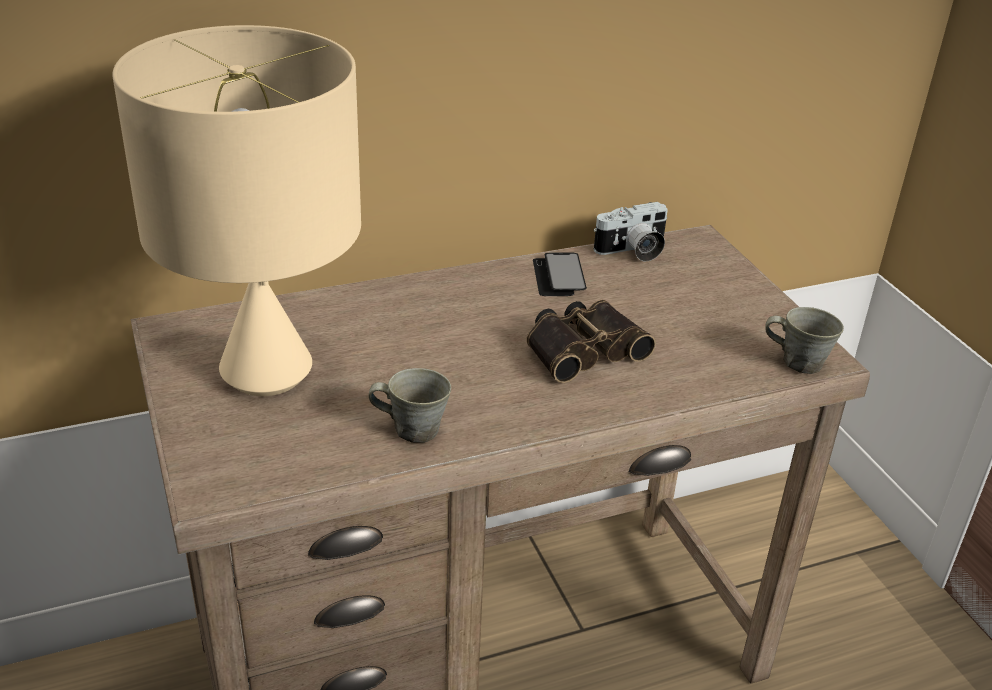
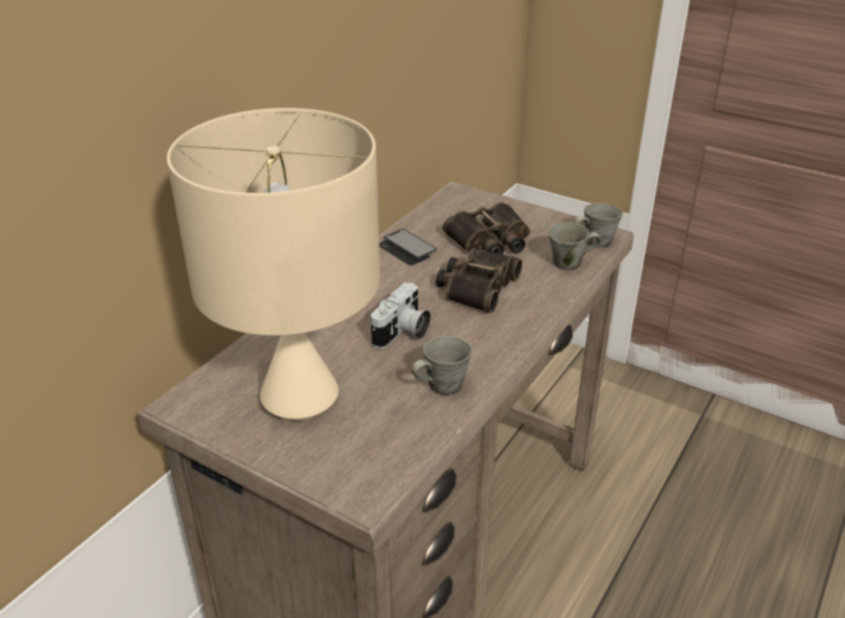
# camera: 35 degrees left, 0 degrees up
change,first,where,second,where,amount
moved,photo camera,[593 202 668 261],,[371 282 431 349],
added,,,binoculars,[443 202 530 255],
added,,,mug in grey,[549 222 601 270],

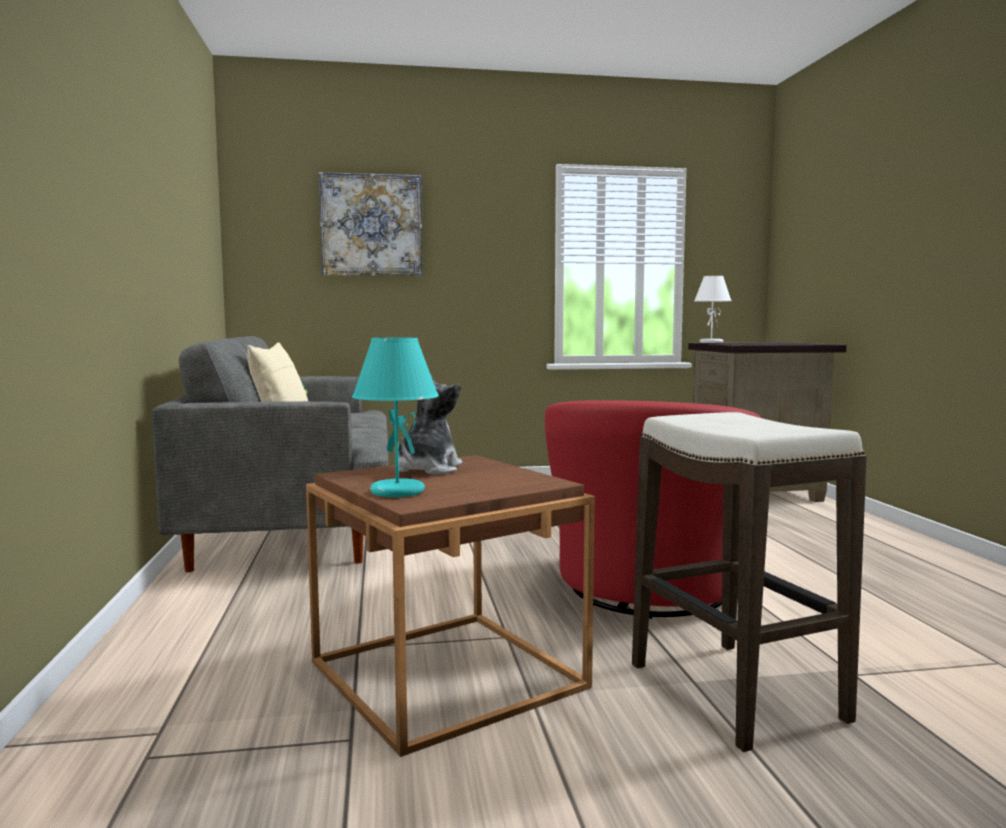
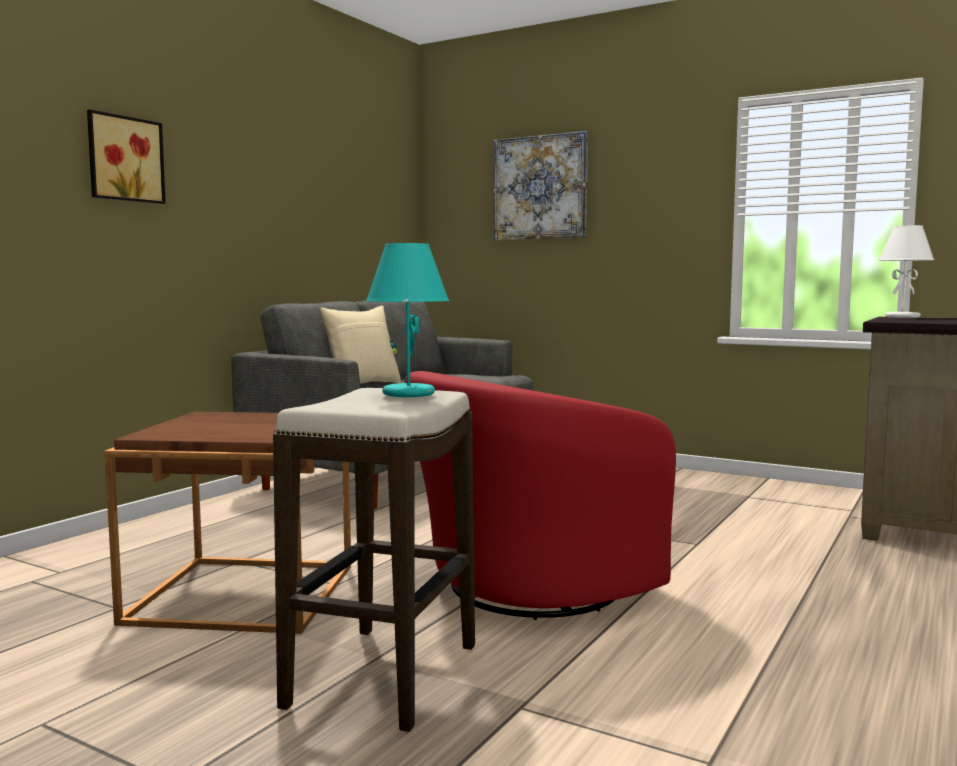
# camera: 40 degrees right, 0 degrees up
change,first,where,second,where,amount
moved,table lamp in turquoise,[352 338 439 497],,[366 243 449 397],
removed,plush toy,[399 374 462 475],,,
added,,,picture,[87 109 166 204],

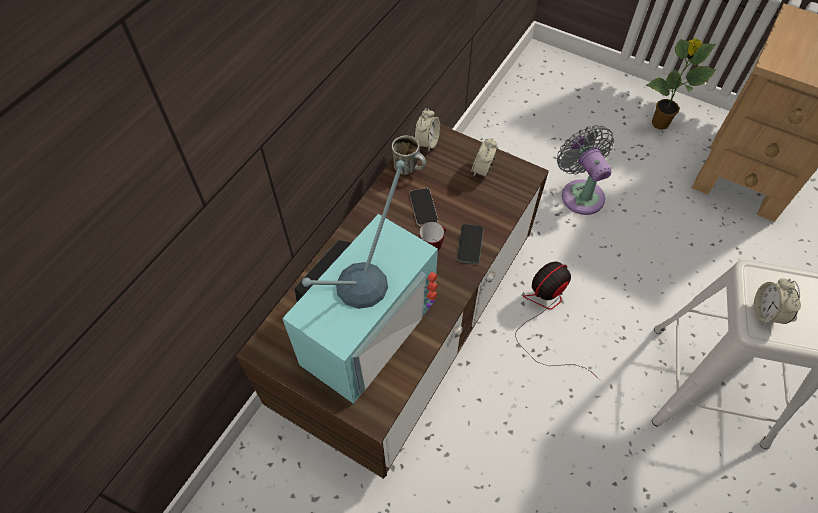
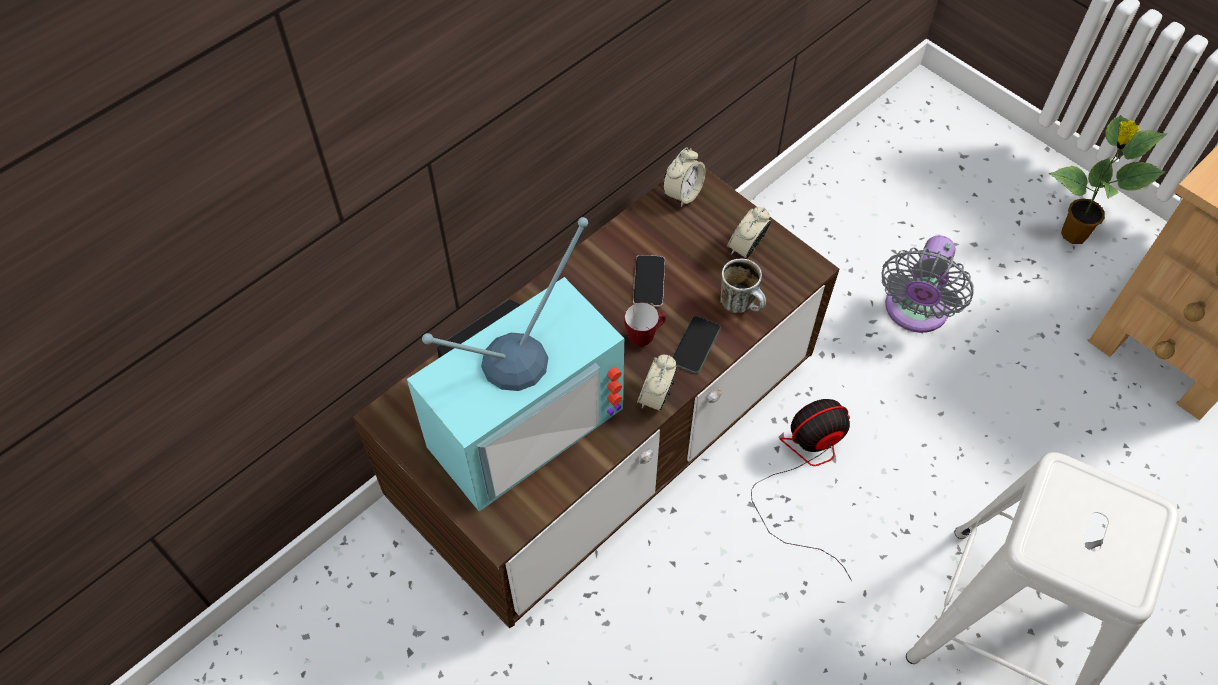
# camera: 15 degrees right, 0 degrees up
change,first,where,second,where,amount
turned,fan in grey,[557 125 614 215],,[882 235 974 333],150 degrees counterclockwise
moved,mug,[392 135 426 175],,[720 258 766 313],
moved,alarm clock,[754 278 801 325],,[637 355 678 411],

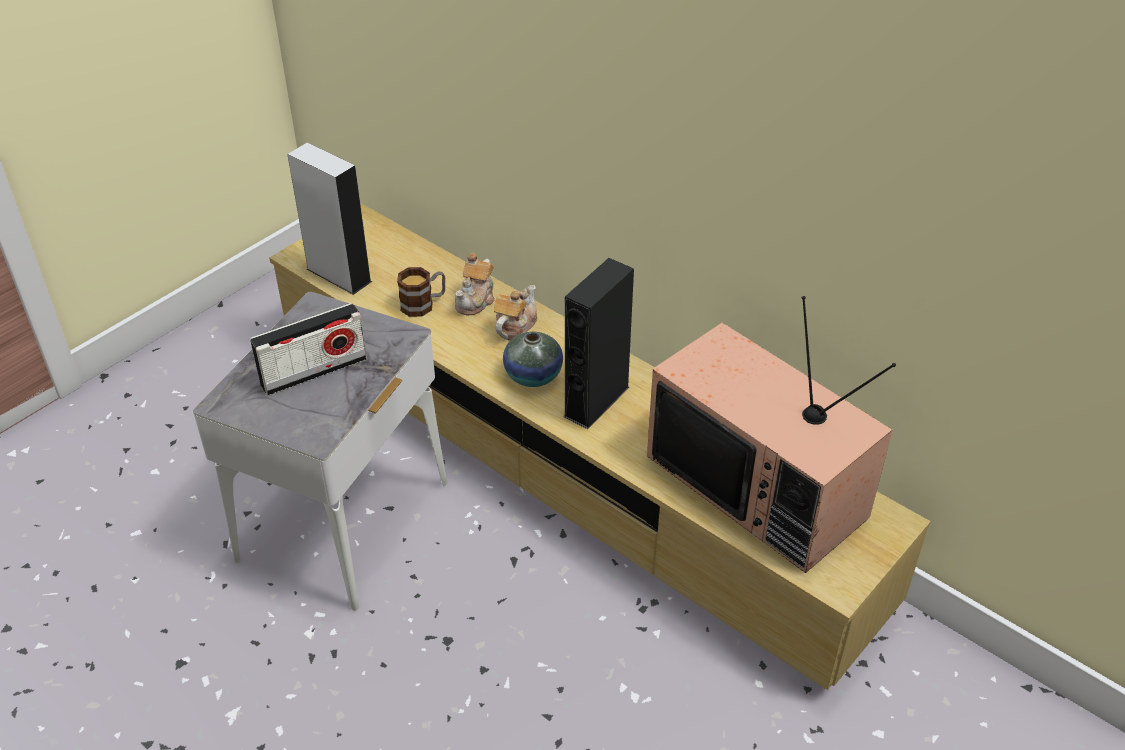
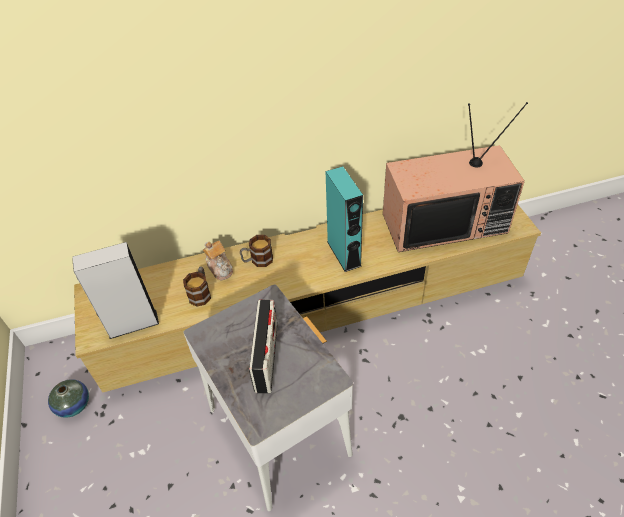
# camera: 55 degrees left, 5 degrees up
change,first,where,second,where,amount
recoloured,speaker in black,[563 258 634 429],speaker in turquoise,[326 166 363 272],
replaced,teapot,[494 285 537 341],mug,[240 235 273 267],
moved,vase,[503 332 563 387],,[48 379 89 418],

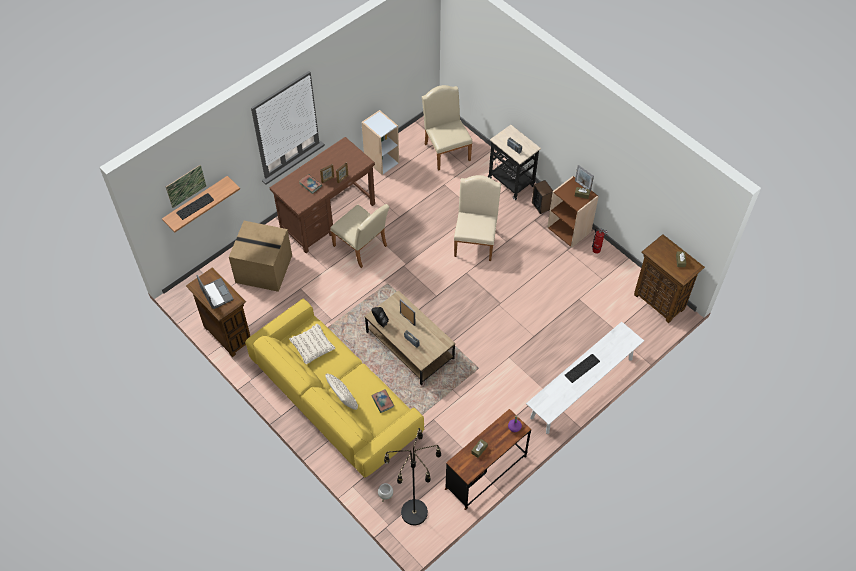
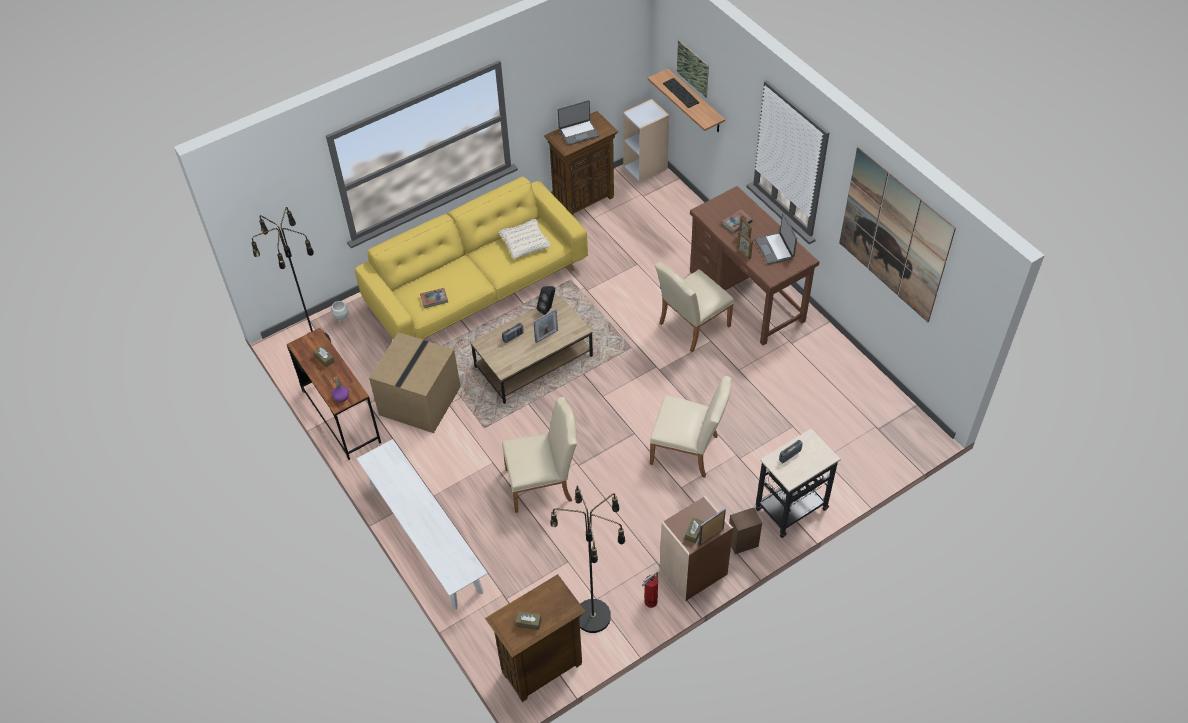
# camera: 100 degrees right, 5 degrees down
change,first,where,second,where,amount
moved,chair in beige,[422 85 473 171],,[502 397 577 513],
moved,bookcase,[362 110 399 175],,[623 99 669 182],
moved,cardboard box,[229 221 292 292],,[369 332 461 433],
removed,keyboard,[565 354 600 383],,,
removed,pillow in beige,[325 373 358 410],,,
added,,,picture,[839 147 956 322],
added,,,laptop,[755 213 797 265],
added,,,floor lamp,[550 486 625 633],

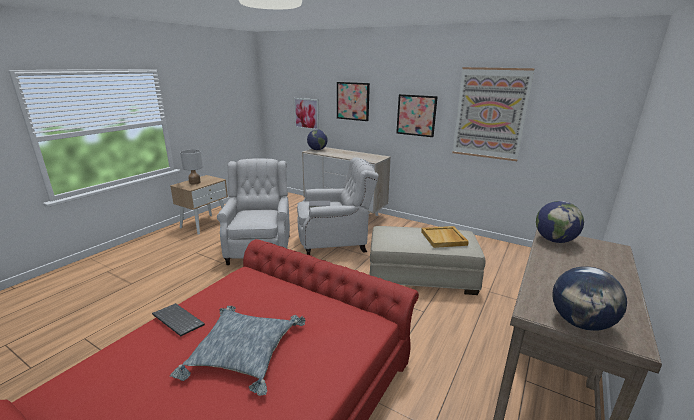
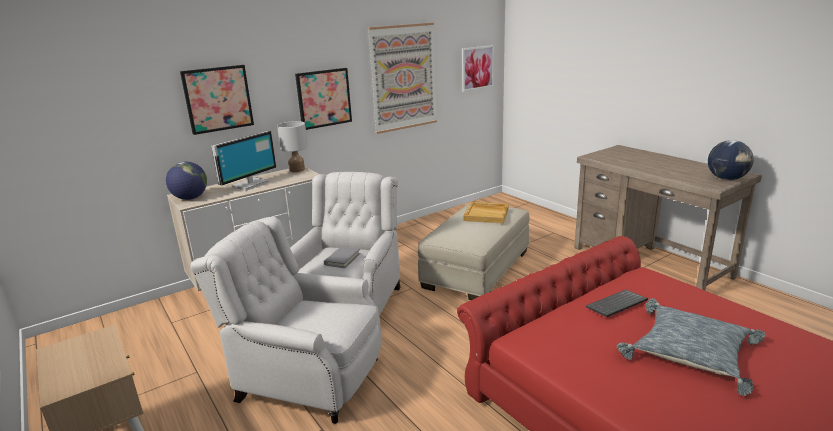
# camera: 65 degrees left, 0 degrees up
change,first,where,second,where,amount
moved,picture,[294 98 319 130],,[462 45 494 92],
moved,table lamp in grey,[180 149 203 184],,[277 121 308 172],
removed,globe,[536 201 584 243],,,
moved,keyboard,[152 303 205 336],,[586 290 648 317],
added,,,monitor,[211 131 276 191],

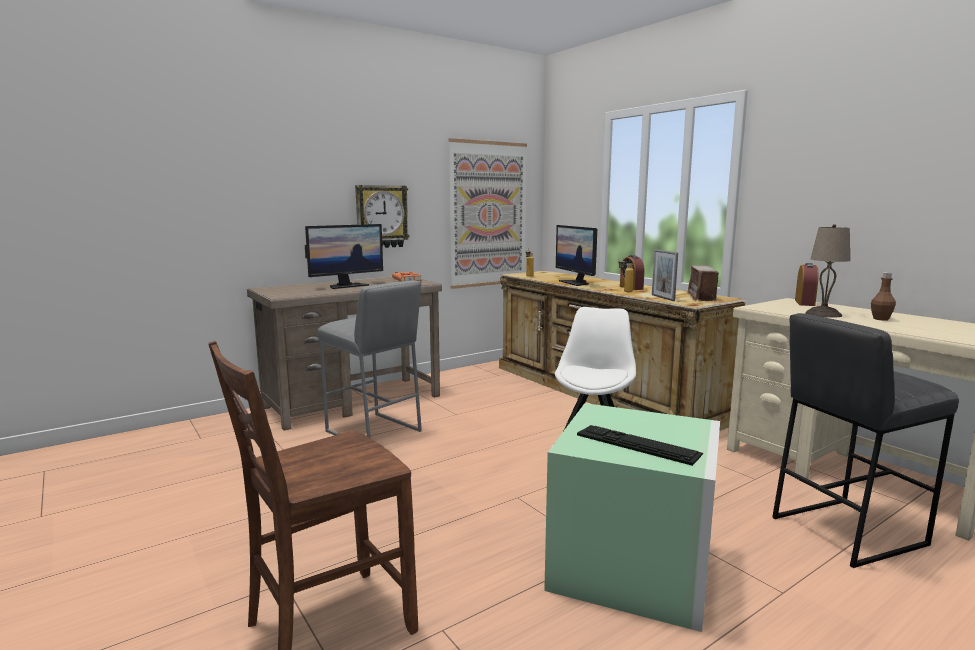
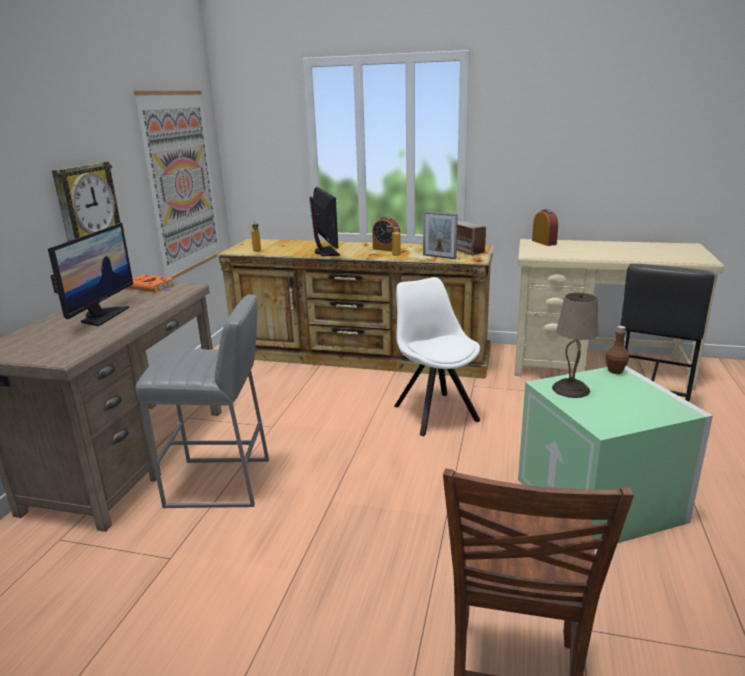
# camera: 40 degrees left, 10 degrees up
change,first,where,second,where,amount
moved,table lamp in beige,[805 224 850 318],,[552 293 598 398],
turned,monitor,[556 225 597 286],,[309 187 340 256],135 degrees counterclockwise
moved,bottle in brown,[871 273 896 321],,[606 326 629 374],
removed,keyboard,[577 425 703 466],,,

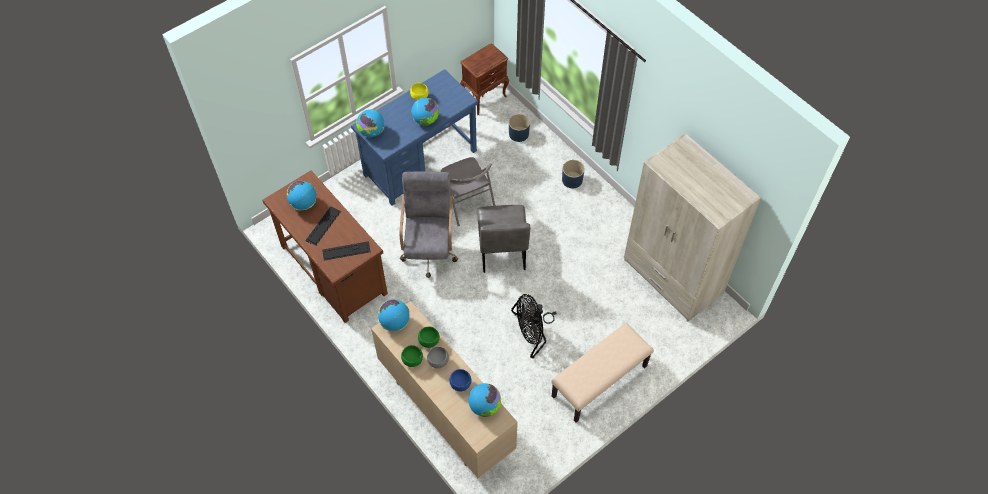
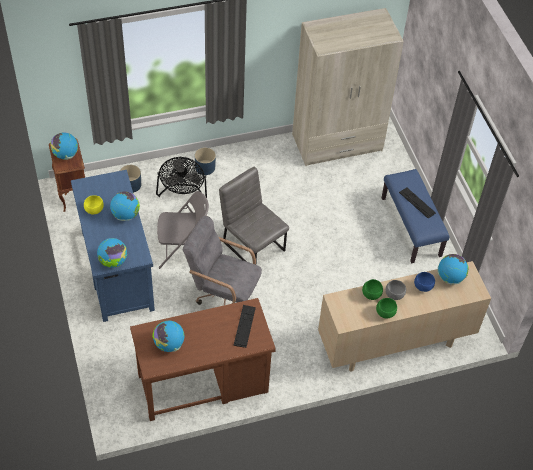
# camera: 70 degrees left, 5 degrees down
change,first,where,second,where,amount
turned,chair in grey,[477 205 530 273],,[219 166 289 262],150 degrees counterclockwise
moved,keyboard,[305 206 341 246],,[399 188 436 218],
moved,fan in black,[511 294 557 358],,[156 156 207 198],
moved,globe,[378 299 409 331],,[50 132 78 160],
recoloured,bench in beige,[551 323 654 423],bench in blue,[382 169 449 263],

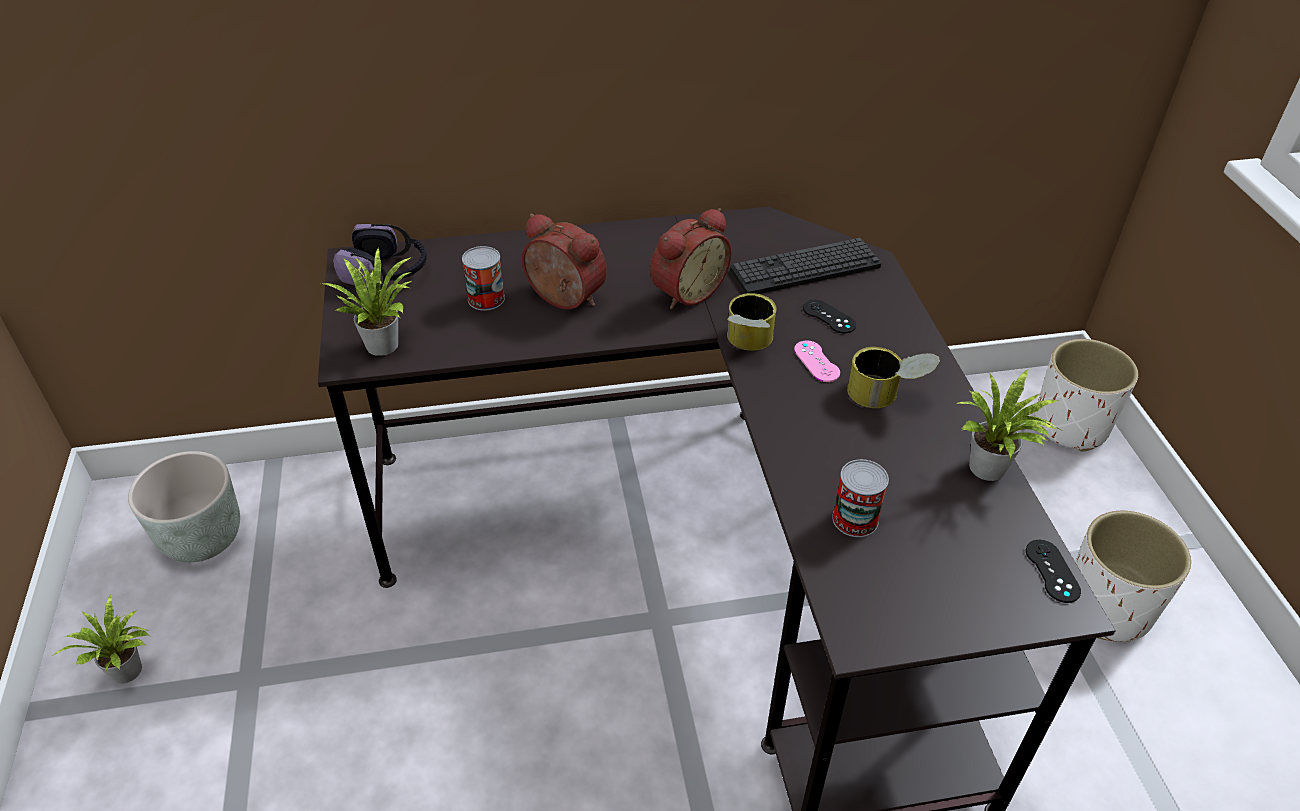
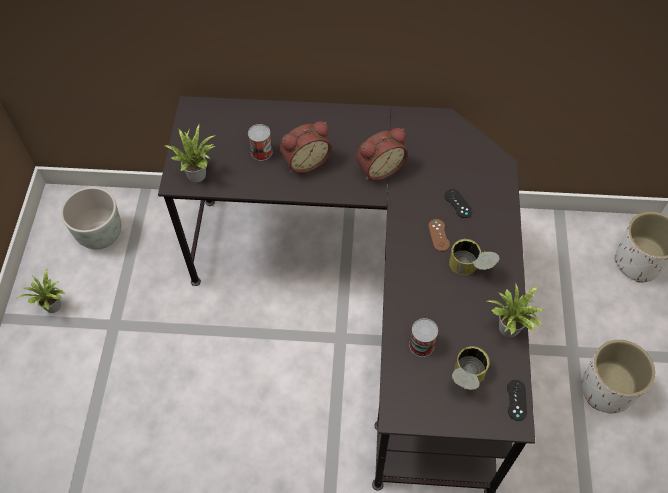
# camera: 15 degrees right, 15 degrees up
change,first,where,second,where,amount
turned,alarm clock,[522 213 607 309],,[280 121 332 173],105 degrees clockwise
removed,headphones,[333 224 427 290],,,
removed,keyboard,[730 238 882 294],,,
moved,can,[727 293 776 351],,[452 346 490 390],
recoloured,game controller in pink,[794 340 840 382],game controller in brown,[428 219 450 251],

